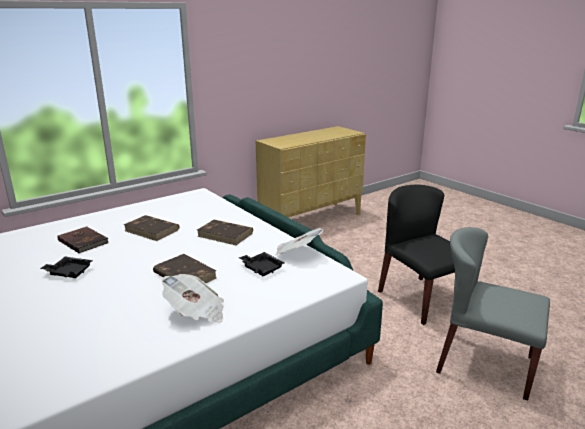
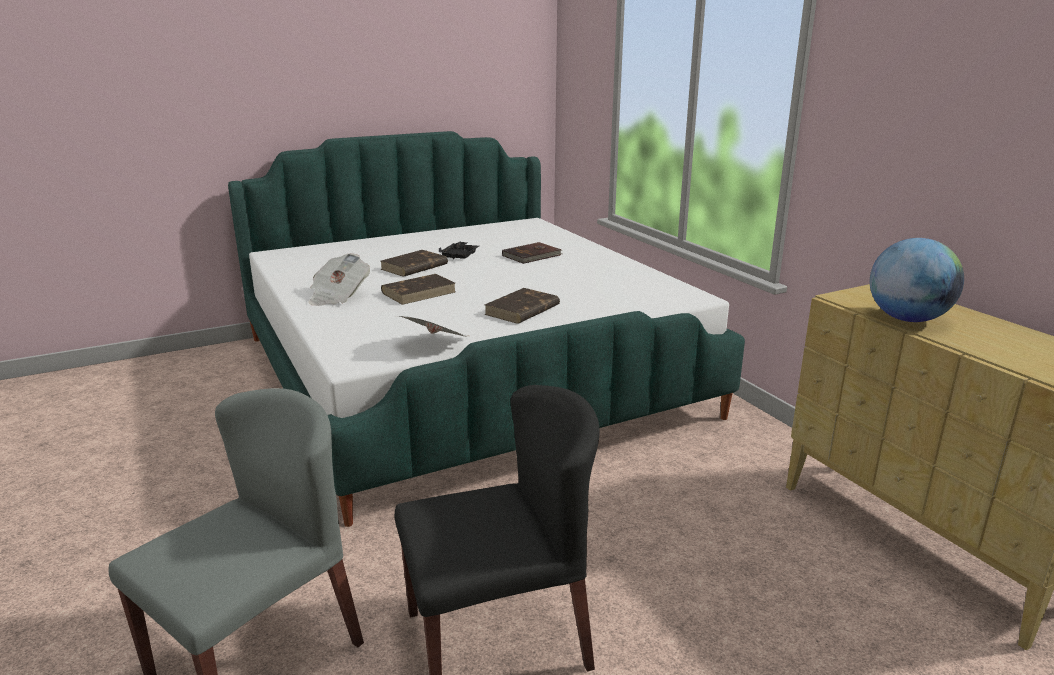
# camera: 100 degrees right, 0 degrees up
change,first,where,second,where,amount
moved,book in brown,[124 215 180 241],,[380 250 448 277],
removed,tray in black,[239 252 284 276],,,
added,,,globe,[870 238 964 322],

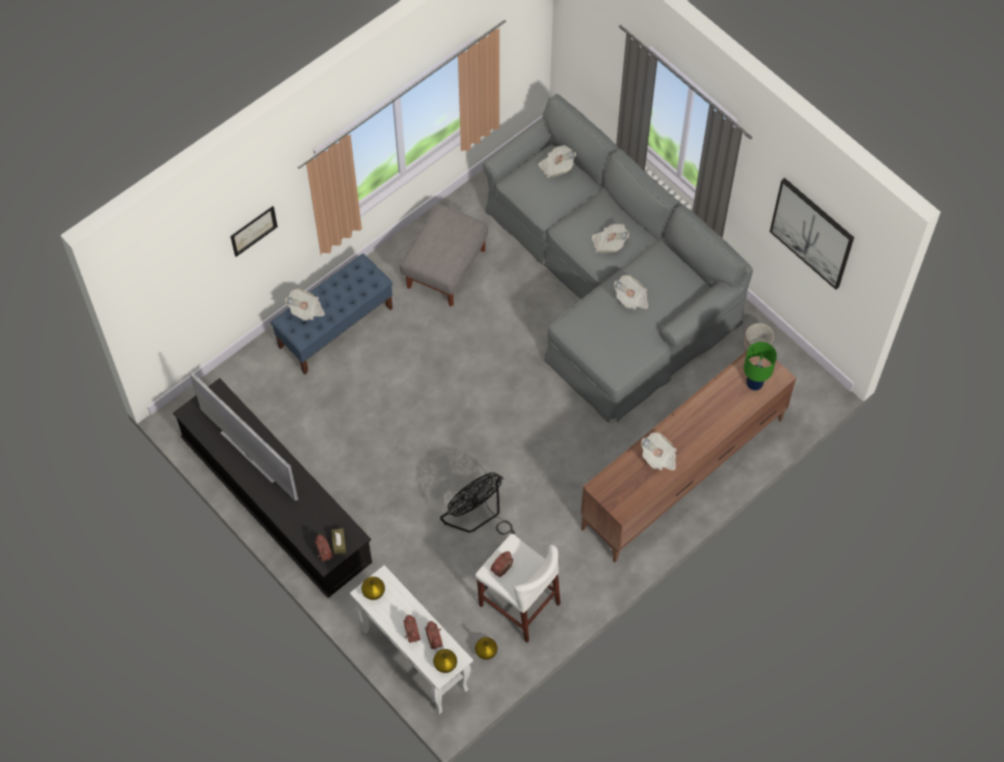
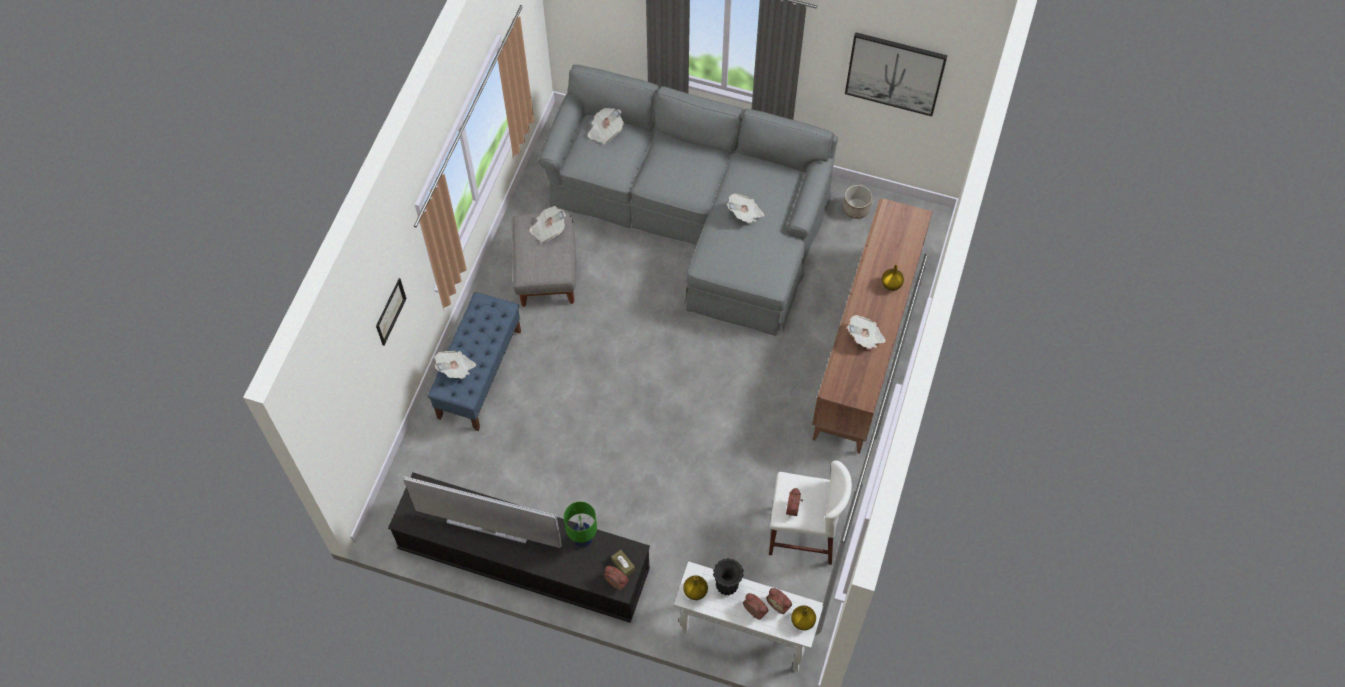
# camera: 30 degrees left, 0 degrees up
change,first,where,second,where,amount
moved,newspaper,[592 224 629 253],,[529 206 566 243],
moved,table lamp in green,[744 342 777 390],,[564 502 597 548],
removed,fan in black,[440 472 515 535],,,
moved,vase in yellow,[475 637 497 660],,[881 265 904 291],
added,,,vase in black,[713 558 744 595],

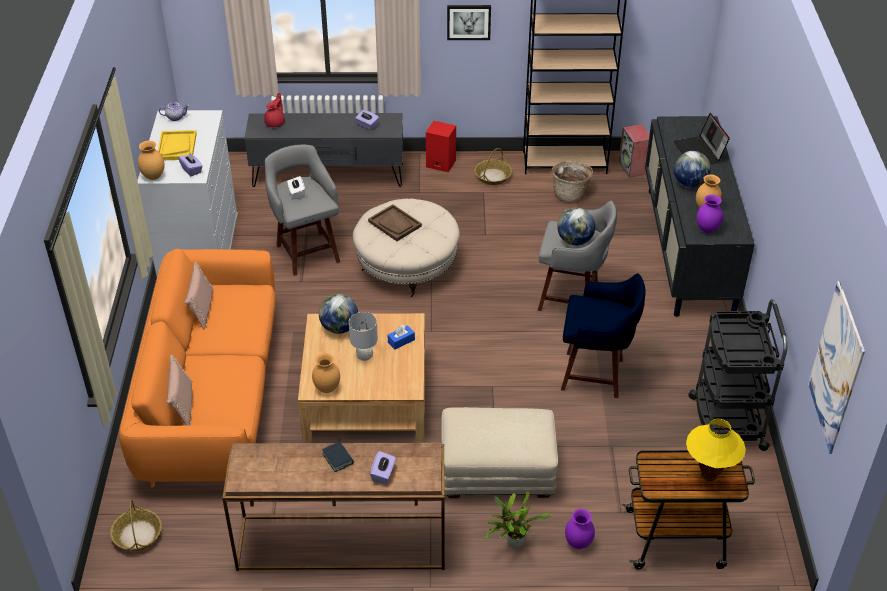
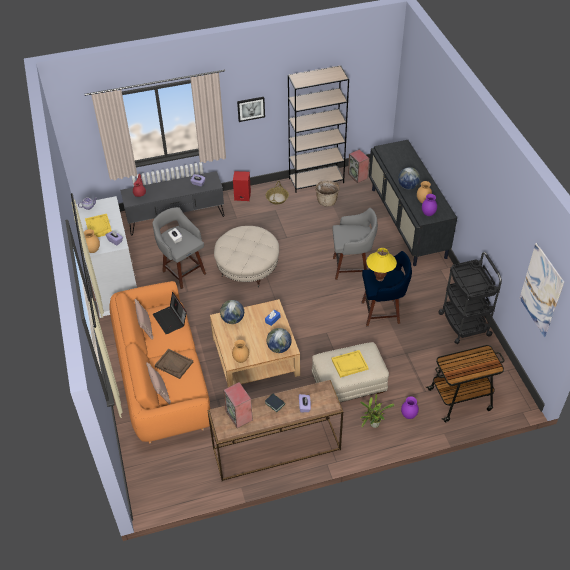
# camera: 15 degrees left, 5 degrees up
change,first,where,second,where,amount
moved,laptop,[674 113 730 164],,[153 292 187 334],
moved,tray in brown,[368 204 422 241],,[155 349 193 379],
moved,globe,[557 208 595 246],,[267 328 292 353],
removed,table lamp in grey,[349 312 378 361],,,
moved,table lamp in yellow,[686 419 746 482],,[366 248 397 281],
removed,basket,[110 499 162 551],,,
added,,,tray in yellow,[332 350 369 378],
added,,,speaker,[223 382 253 428],

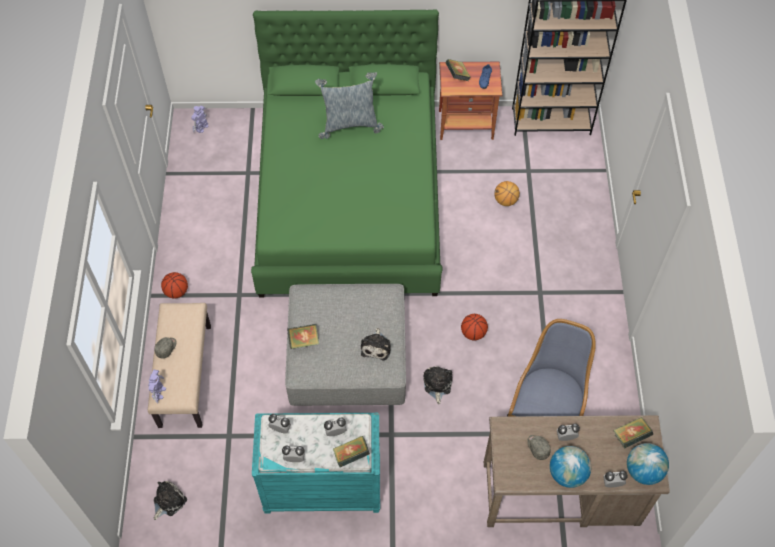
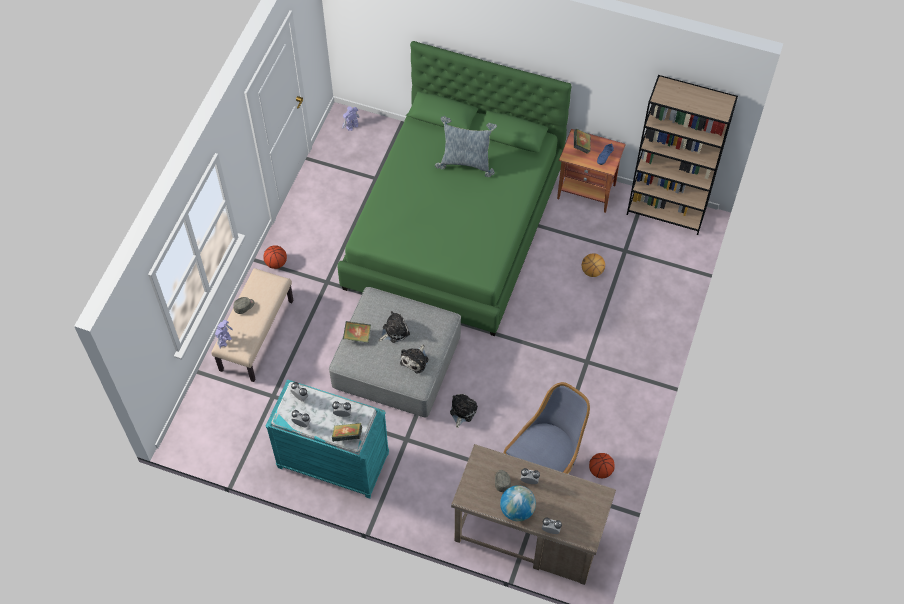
# camera: 20 degrees right, 0 degrees up
change,first,where,second,where,amount
moved,basketball,[461 314 488 341],,[589 453 615 478],
removed,book,[613 417 653 448],,,
removed,globe,[627 443 669 485],,,
moved,plush toy,[154 481 187 520],,[379 311 410 343],

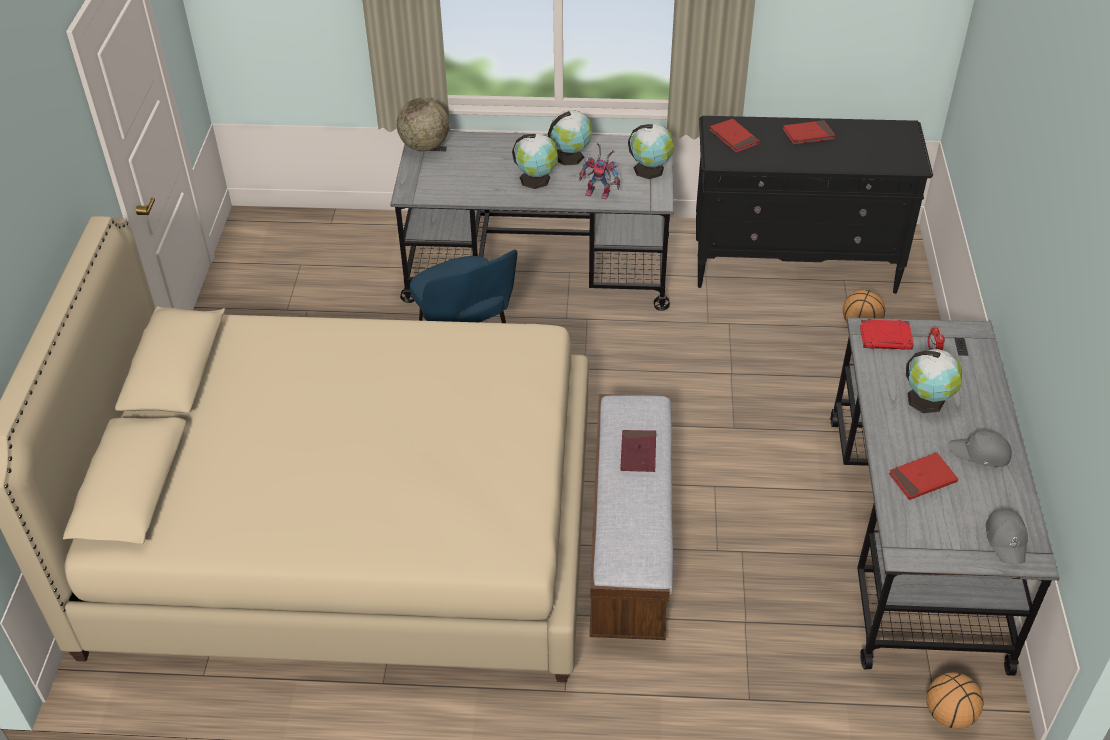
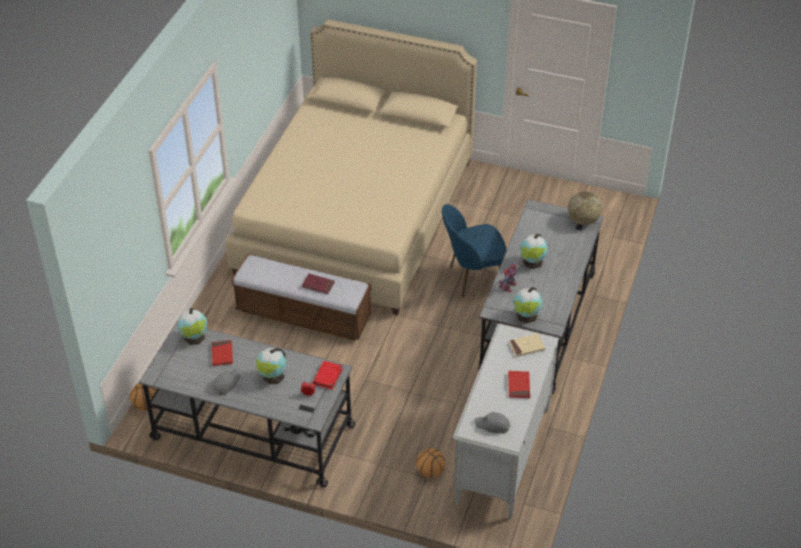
# camera: 105 degrees right, 0 degrees up
change,first,where,second,where,amount
moved,globe,[548 110 592 166],,[178 308 207 345],
recoloured,dresser in black,[696 116 933 294],dresser in white,[453 324 559 520],
recoloured,book in red,[709 119 760 153],book in beige,[509 333 545 357],
moved,cap in grey,[986 509 1028 564],,[474 412 510 434],

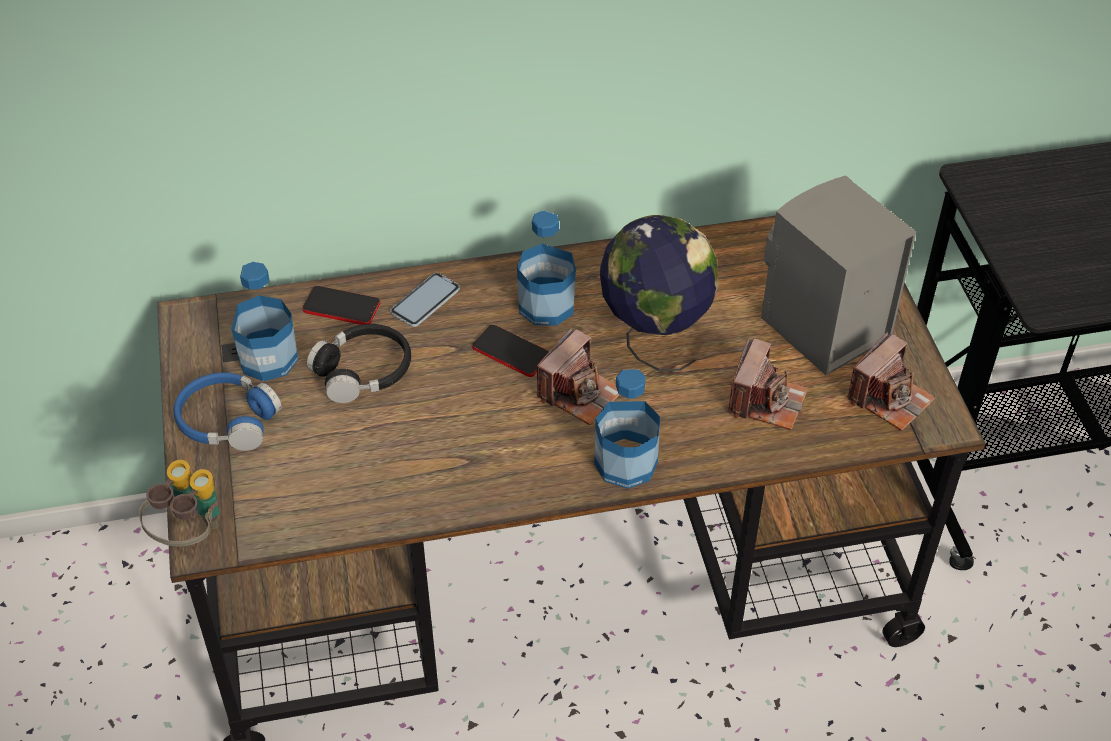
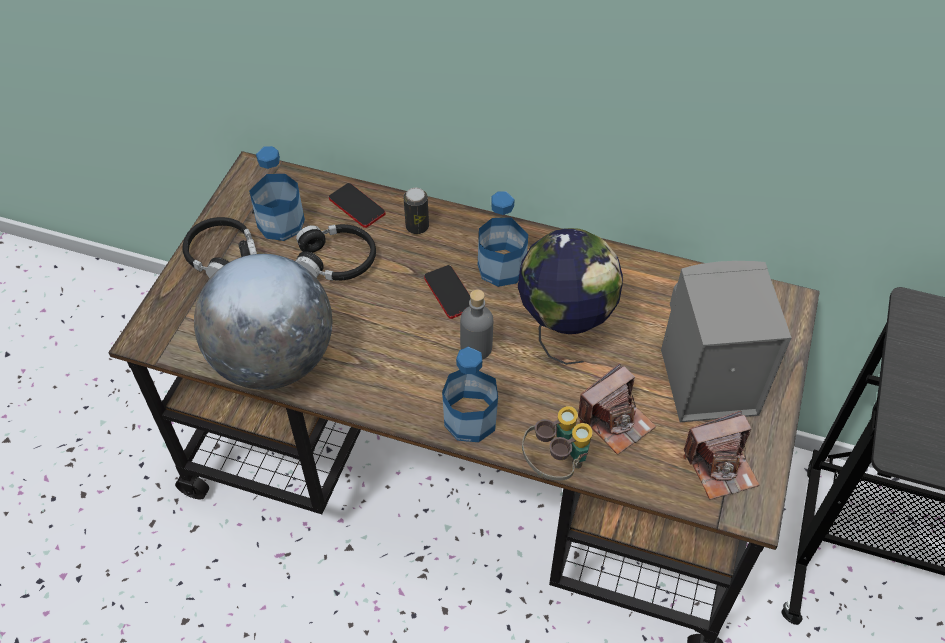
# camera: 30 degrees right, 5 degrees up
change,first,where,second,where,amount
replaced,phone,[390 273 460 327],can,[403 188 429 234],
replaced,photo camera,[537 327 620 425],bottle in grey,[460 290 493 360],
recoloured,headphones in blue,[173 372 282 451],headphones in black,[182 217 257 278],
moved,binoculars,[139 460 219 546],,[522 406 593 481],
added,,,globe,[194 254 332 390],

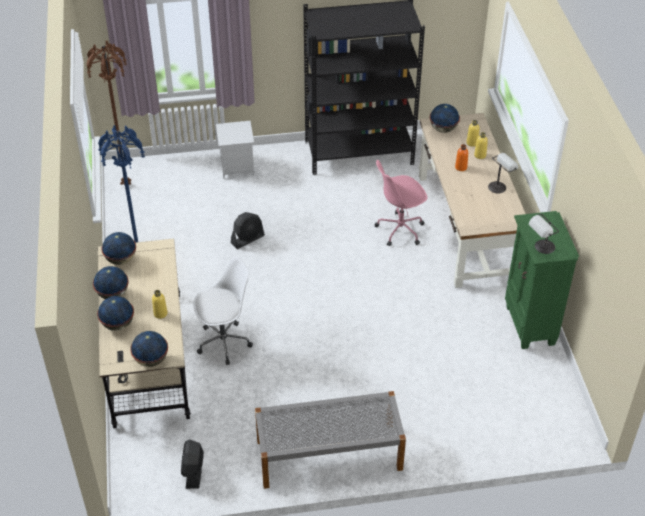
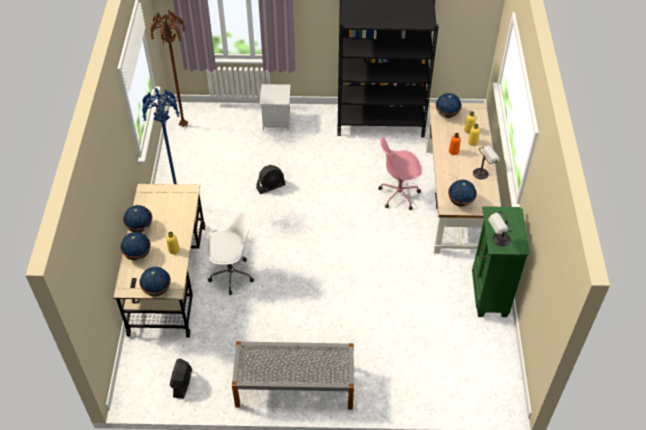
# camera: 10 degrees right, 5 degrees up
change,first,where,second,where,amount
moved,globe,[102 232 136 265],,[448 180 477 207],

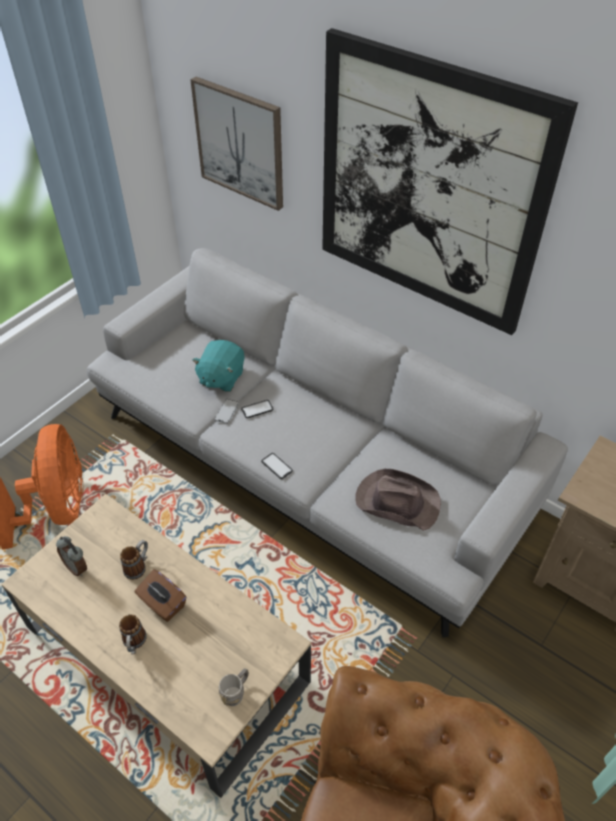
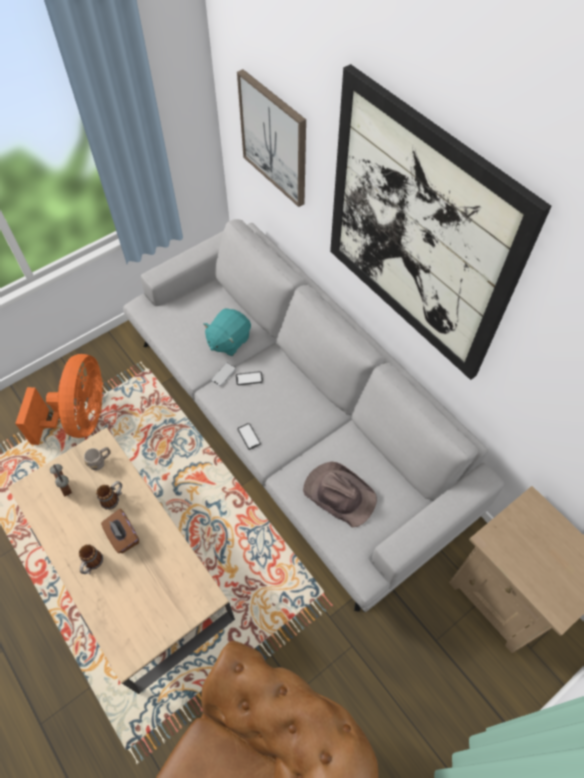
# camera: 15 degrees right, 10 degrees up
change,first,where,second,where,amount
moved,mug in grey,[219 668 249 706],,[84 447 111 470],

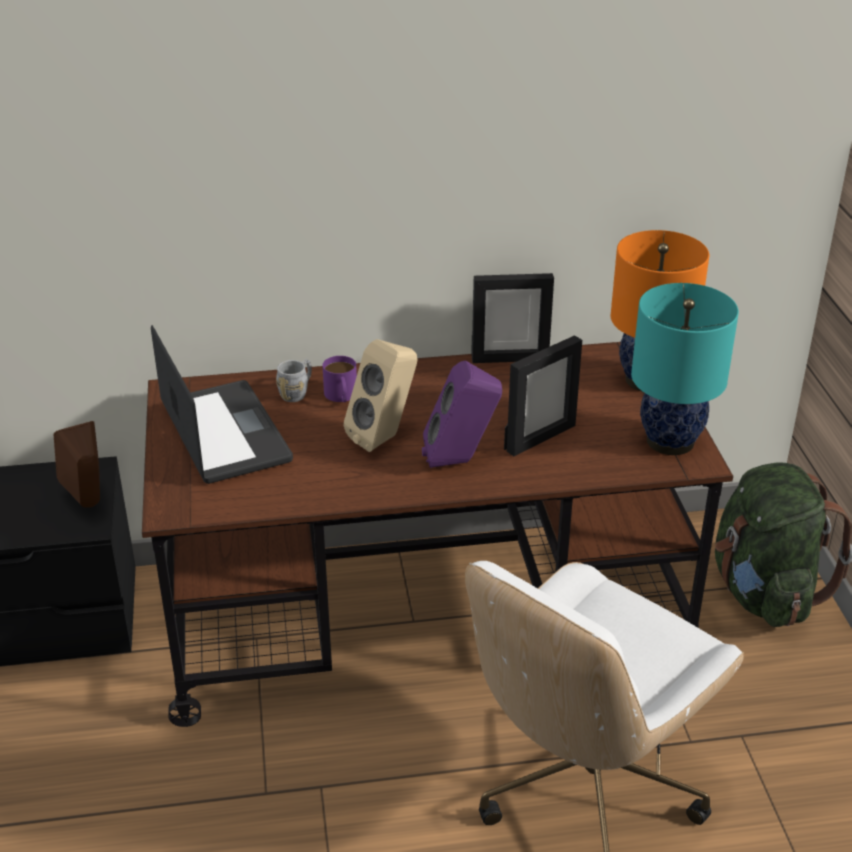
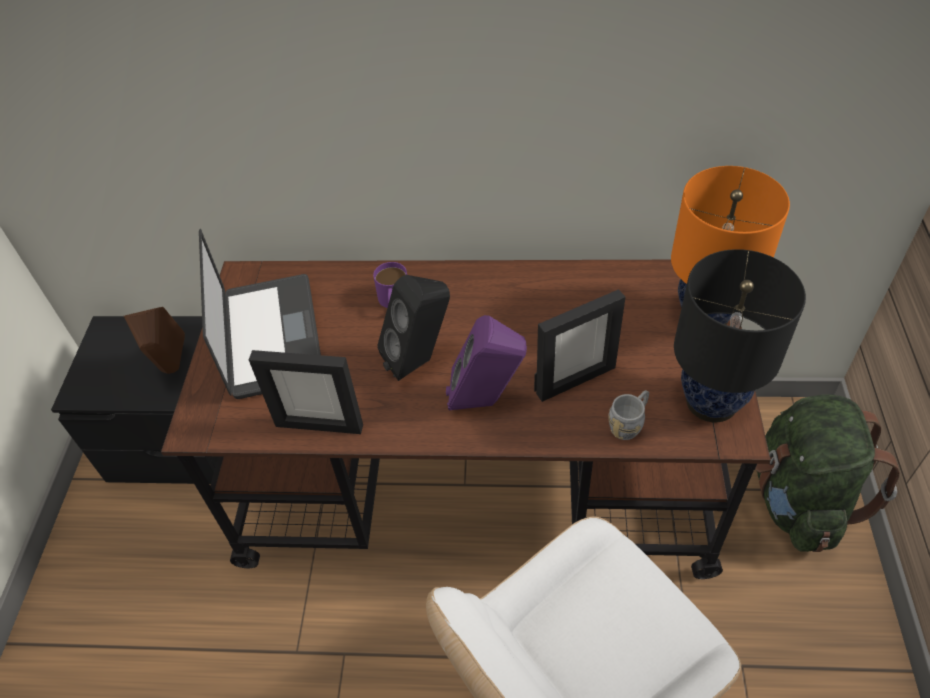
# camera: 15 degrees right, 15 degrees up
change,first,where,second,where,amount
moved,picture frame,[471 273 554 363],,[249 350 363 434],
recoloured,table lamp in turquoise,[631 283 739 455],table lamp in black,[674 249 806 422],
recoloured,speaker in beige,[344 339 418 452],speaker in black,[377 275 450 381],
moved,mug in grey,[276 359 312 402],,[608 390 649 440],

